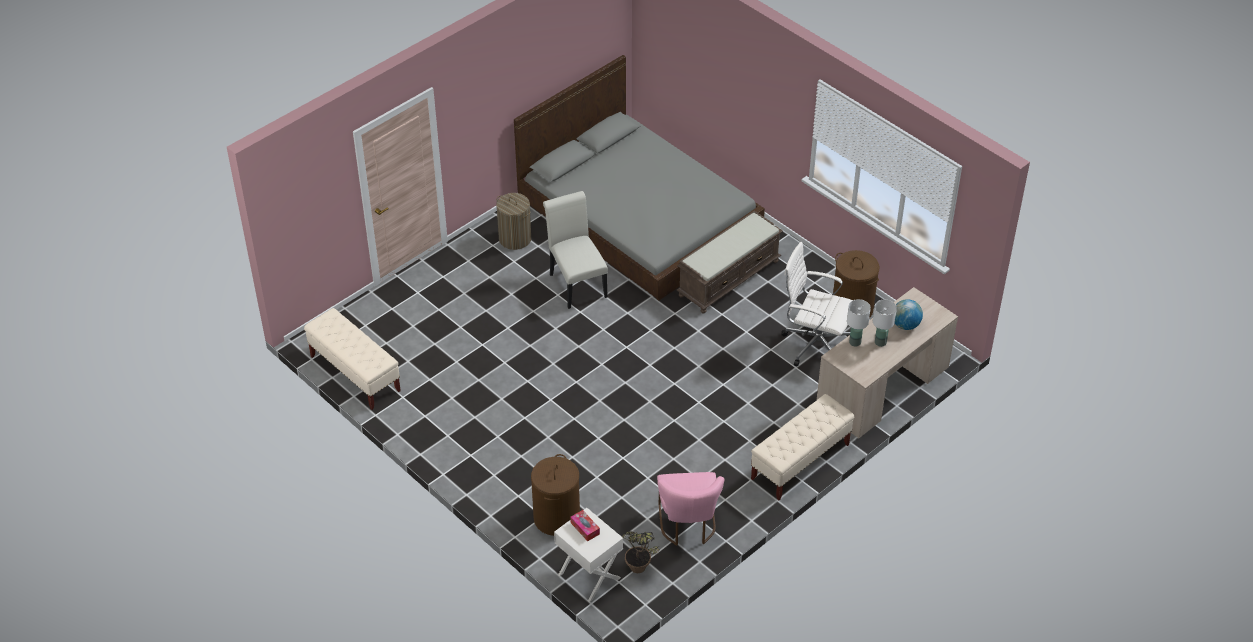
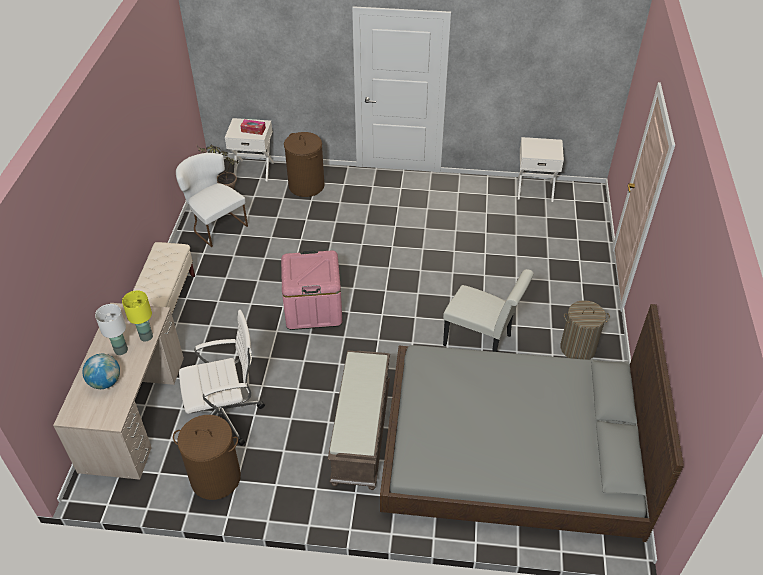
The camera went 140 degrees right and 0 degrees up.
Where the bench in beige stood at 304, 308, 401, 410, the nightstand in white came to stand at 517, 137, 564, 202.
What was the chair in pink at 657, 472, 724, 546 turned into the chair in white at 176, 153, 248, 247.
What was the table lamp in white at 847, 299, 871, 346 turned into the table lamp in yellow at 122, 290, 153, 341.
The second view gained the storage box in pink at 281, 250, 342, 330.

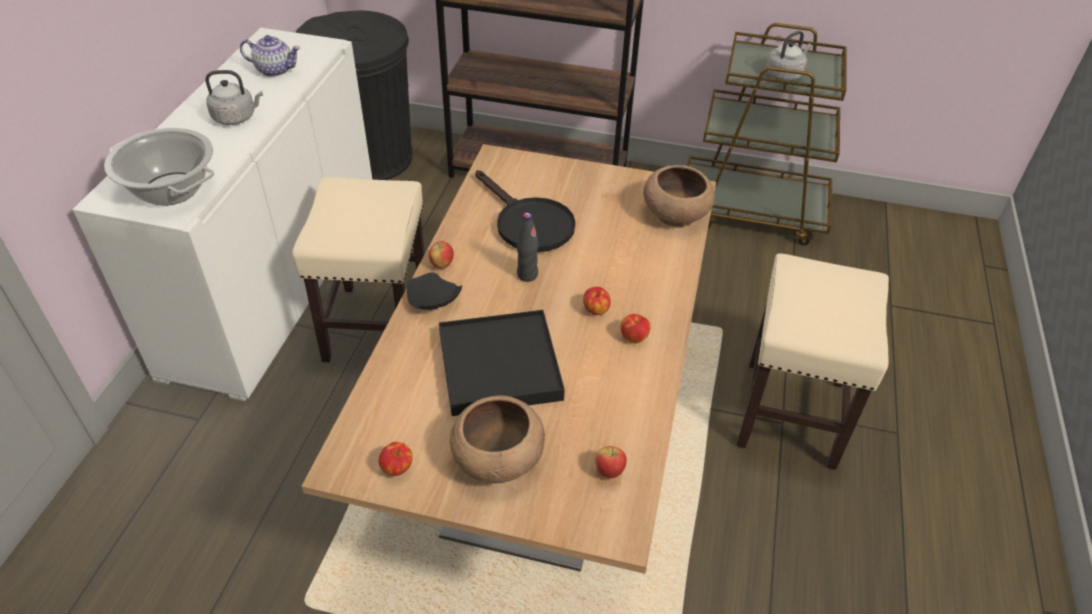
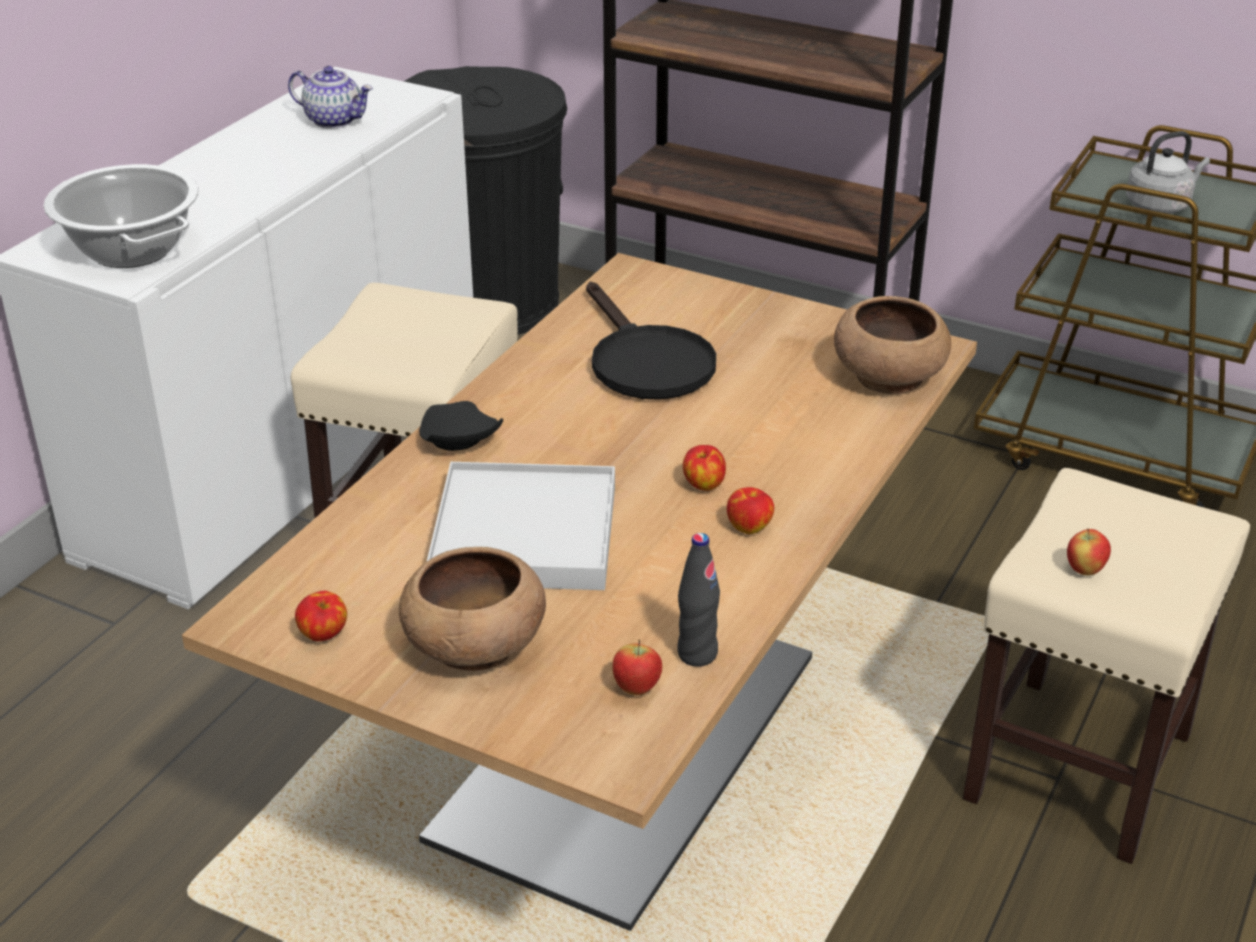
The camera went 15 degrees right and 10 degrees down.
The second view lost the kettle in grey at 205, 70, 263, 125.
The apple ended up elsewhere, having gone from 429, 241, 454, 269 to 1067, 529, 1111, 575.
What was the tray in black at 439, 310, 565, 416 turned into the tray in white at 427, 462, 615, 590.
The bottle in black ended up elsewhere, having gone from 517, 213, 539, 282 to 677, 533, 720, 667.

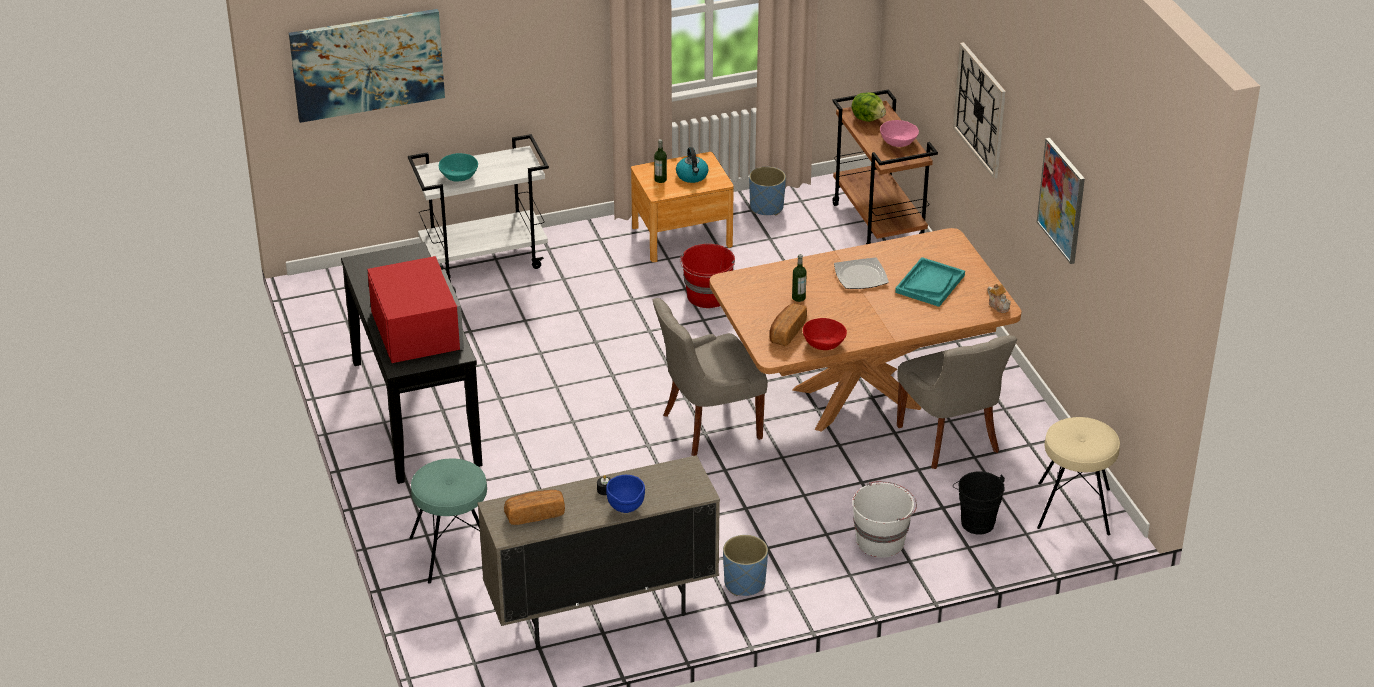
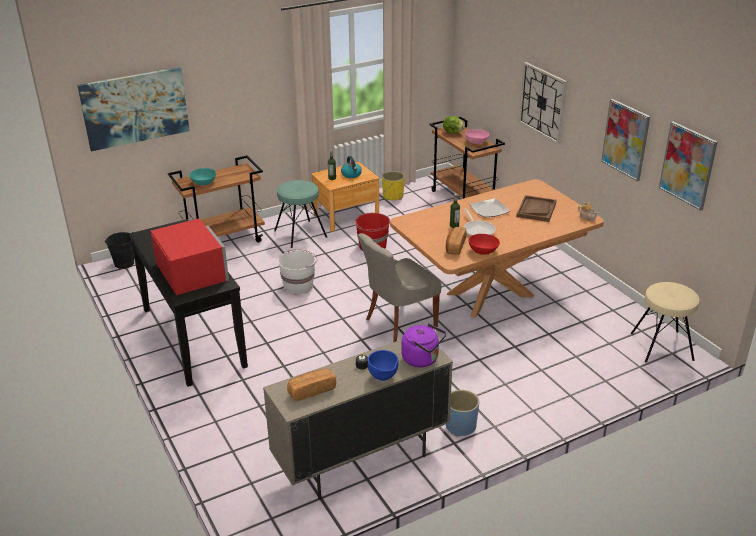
The camera went 10 degrees left and 5 degrees down.
What was the cart in white at 408, 134, 549, 282 turned into the cart in brown at 168, 155, 265, 243.
The stool in turquoise ended up elsewhere, having gone from 410, 458, 487, 584 to 274, 180, 327, 248.
What was the planter in blue at 749, 167, 786, 215 turned into the planter in yellow at 382, 171, 405, 200.
The bucket in white ended up elsewhere, having gone from 852, 481, 917, 558 to 278, 250, 317, 294.
What was the tray in turquoise at 895, 257, 965, 307 turned into the tray in brown at 517, 195, 557, 222.
The second view lost the chair in grey at 897, 335, 1017, 469.
The bucket in black ended up elsewhere, having gone from 953, 471, 1005, 535 to 105, 232, 134, 269.
The second view gained the kettle in purple at 401, 323, 446, 367.
The second view gained the frying pan at 464, 208, 496, 236.
The second view gained the picture at 659, 122, 718, 211.

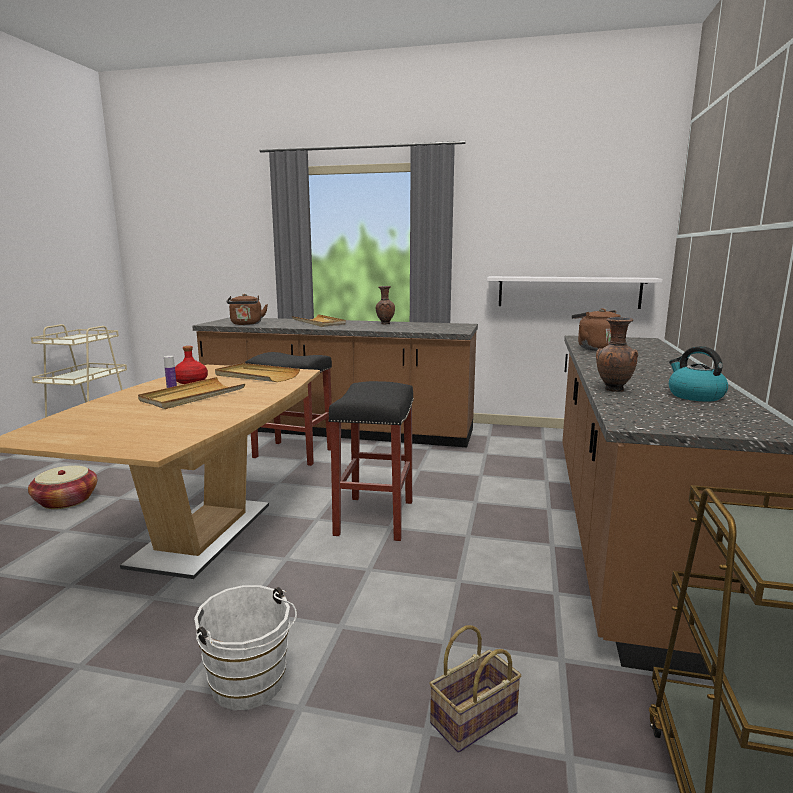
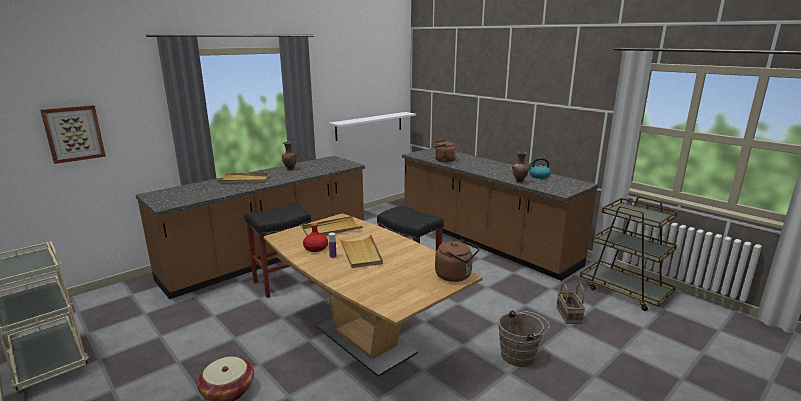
The camera went 55 degrees left and 5 degrees up.
What was the bucket in white at 194, 585, 297, 710 turned into the bucket in brown at 498, 310, 549, 367.
The kettle in brown ended up elsewhere, having gone from 227, 294, 268, 325 to 435, 239, 480, 282.
The second view gained the picture at 40, 105, 106, 164.

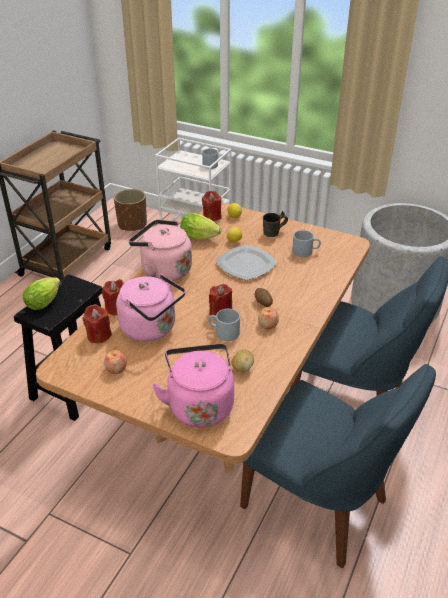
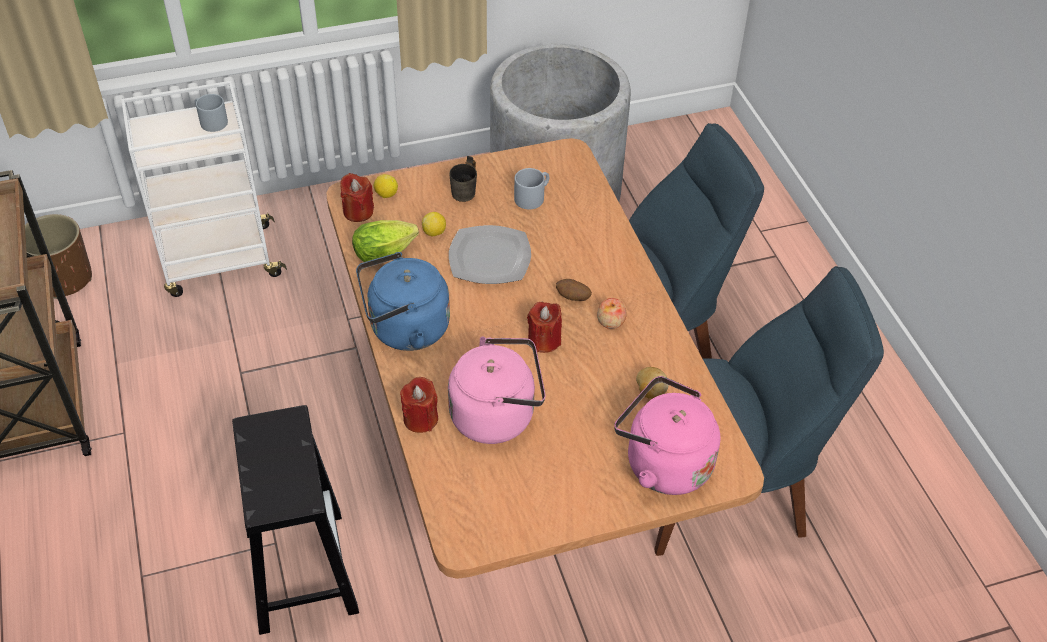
The camera went 45 degrees left and 10 degrees up.
The second view lost the lettuce at 23, 278, 60, 310.
The second view lost the candle in red at 83, 304, 112, 343.
The second view lost the apple at 104, 350, 127, 374.
What was the kettle in pink at 129, 220, 192, 281 turned into the kettle in blue at 356, 252, 450, 351.
The second view lost the mug in grey at 208, 309, 240, 341.

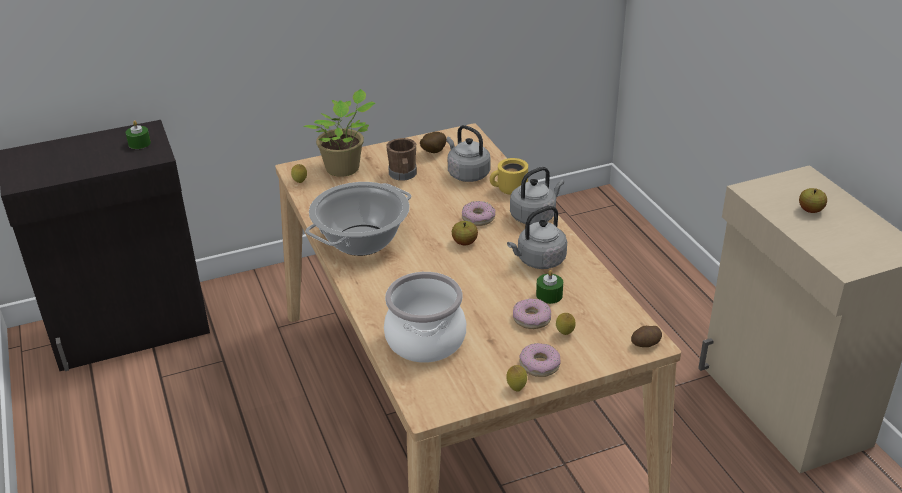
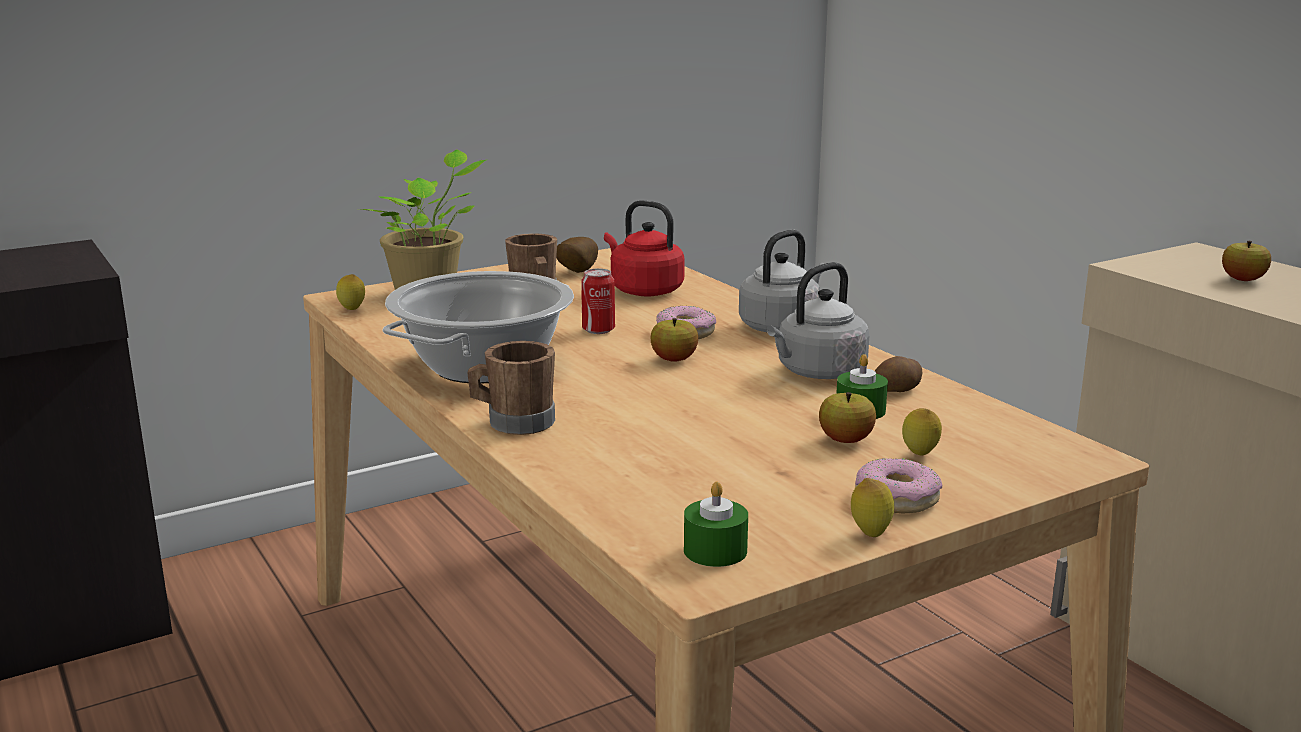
The camera went 10 degrees left and 15 degrees down.
The candle in green ended up elsewhere, having gone from 126, 120, 151, 149 to 684, 481, 748, 567.
The second view lost the cooking pot at 384, 272, 466, 363.
What was the kettle in grey at 446, 125, 490, 182 turned into the kettle in red at 604, 200, 685, 297.
The second view lost the mug in yellow at 490, 158, 528, 195.
Where the donut stood at 513, 298, 551, 329, the apple came to stand at 819, 392, 876, 443.
The potato ended up elsewhere, having gone from 631, 326, 662, 347 to 875, 356, 922, 392.
The second view gained the mug in brown at 467, 341, 555, 435.
The second view gained the can at 581, 268, 615, 334.

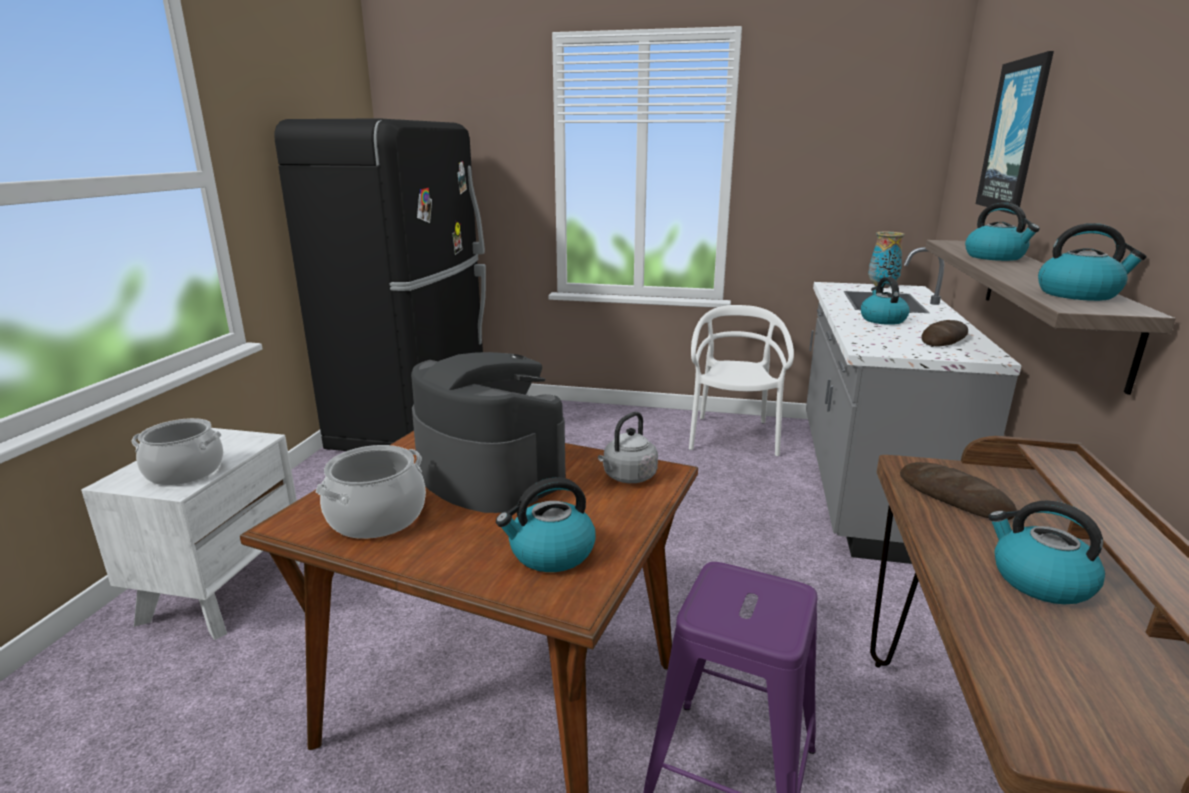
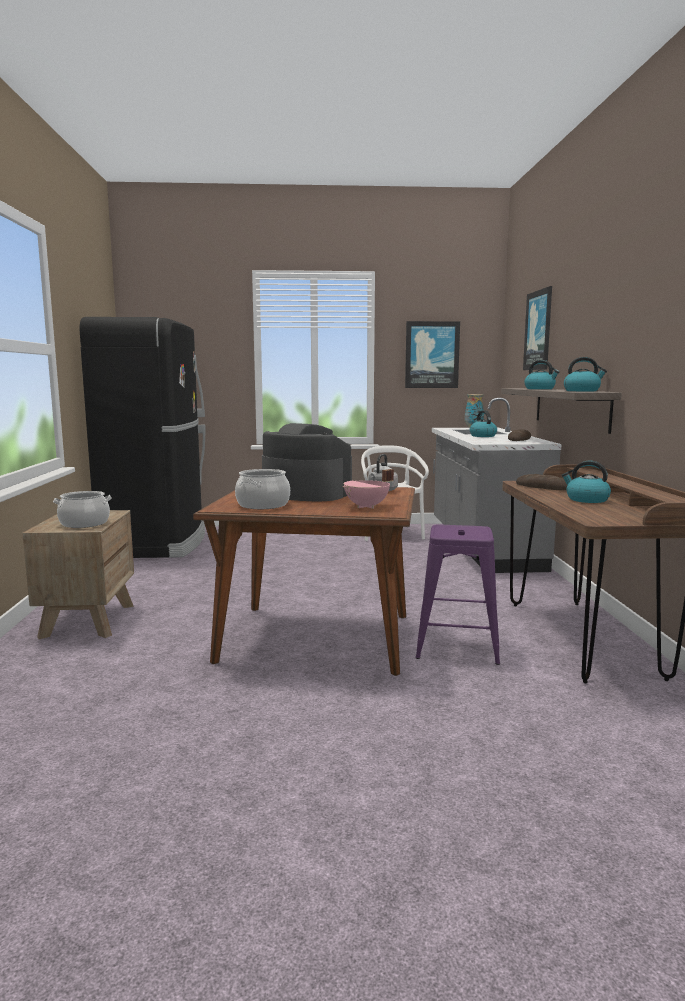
The camera went 15 degrees left and 10 degrees down.
What was the nightstand in white at 81, 428, 300, 640 turned into the nightstand in brown at 22, 510, 134, 639.
Where the kettle stood at 496, 477, 595, 572, the cooking pot in pink came to stand at 343, 469, 394, 509.
The second view gained the picture at 405, 321, 460, 388.

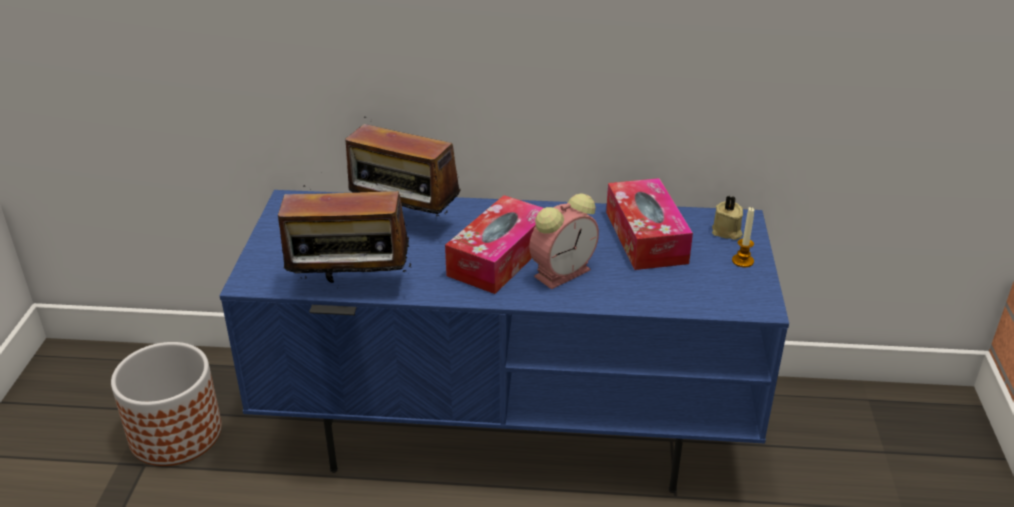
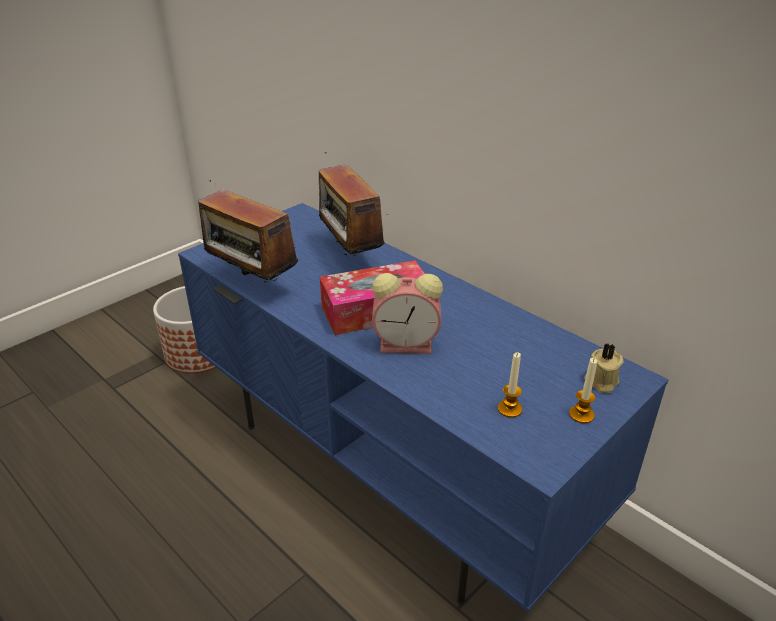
The camera went 40 degrees right and 0 degrees up.
The second view lost the tissue box at 606, 178, 693, 270.
The second view gained the candle at 498, 352, 522, 418.

